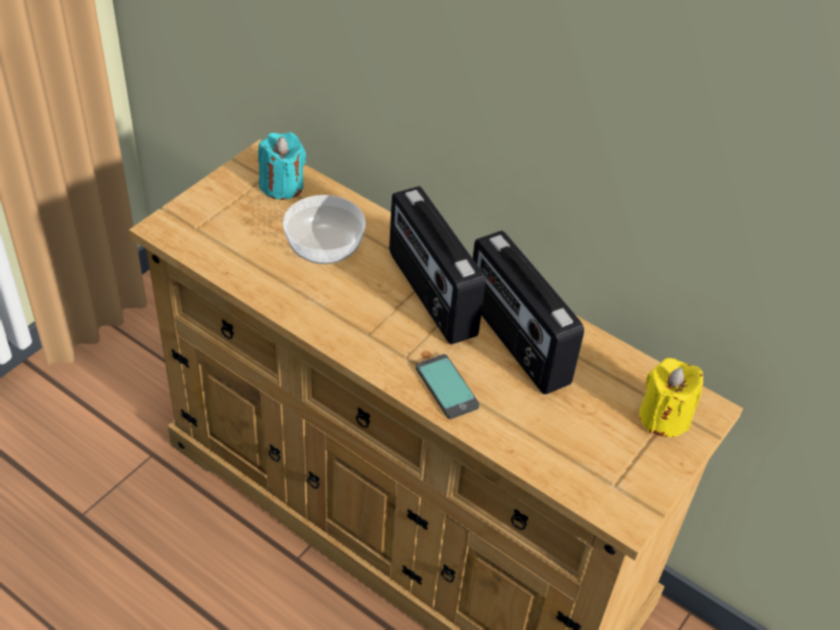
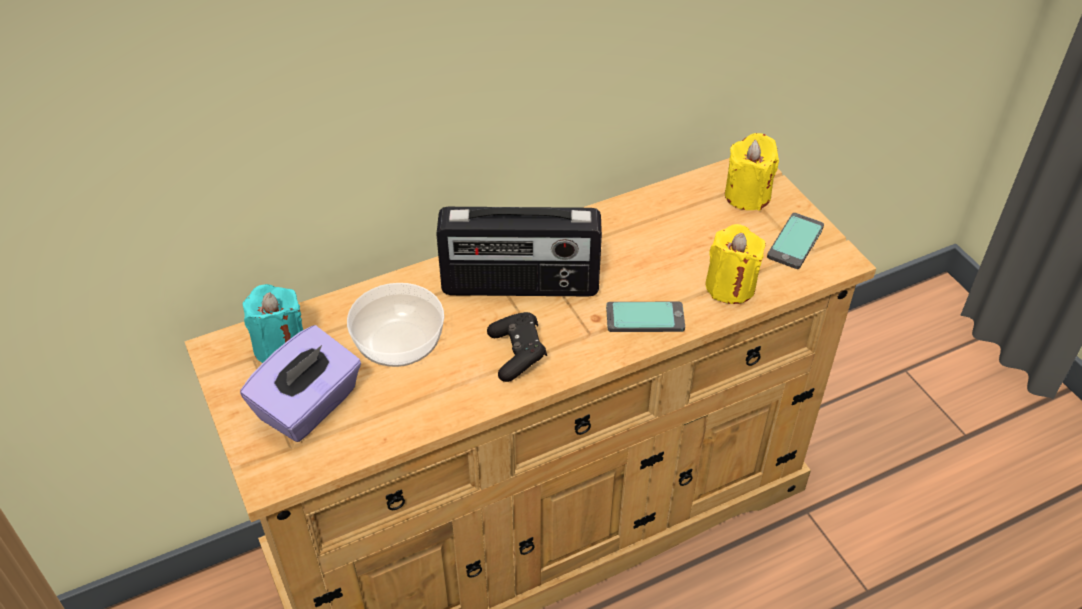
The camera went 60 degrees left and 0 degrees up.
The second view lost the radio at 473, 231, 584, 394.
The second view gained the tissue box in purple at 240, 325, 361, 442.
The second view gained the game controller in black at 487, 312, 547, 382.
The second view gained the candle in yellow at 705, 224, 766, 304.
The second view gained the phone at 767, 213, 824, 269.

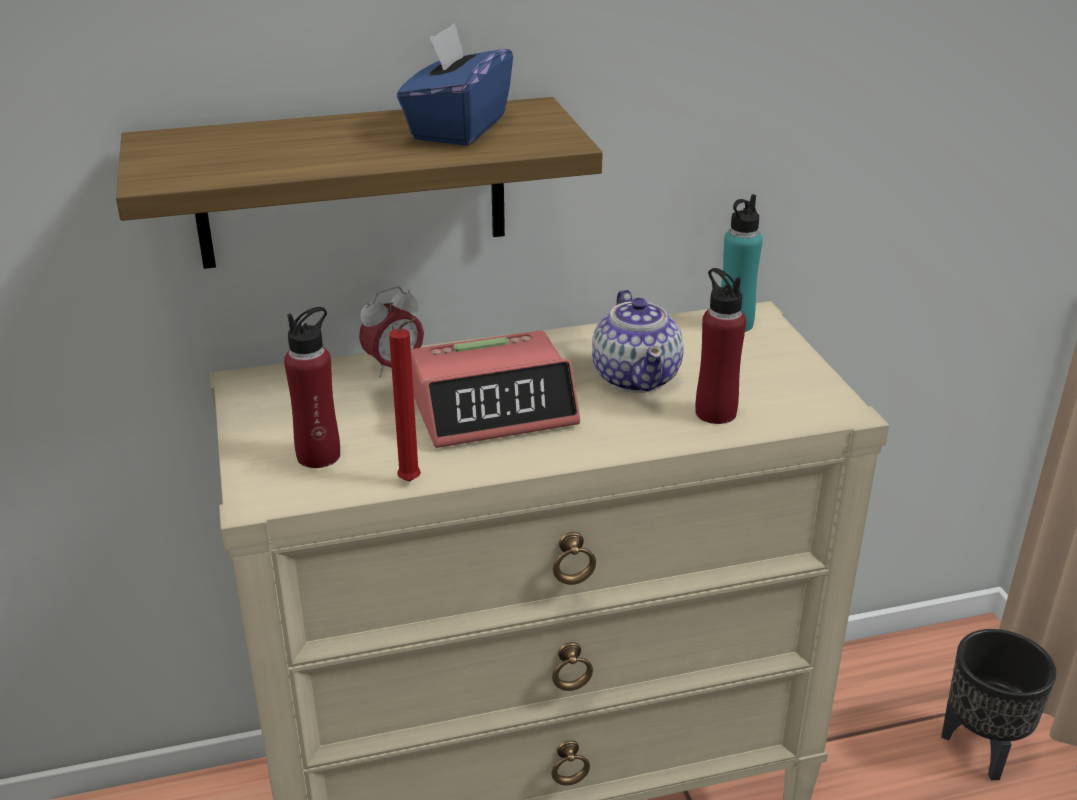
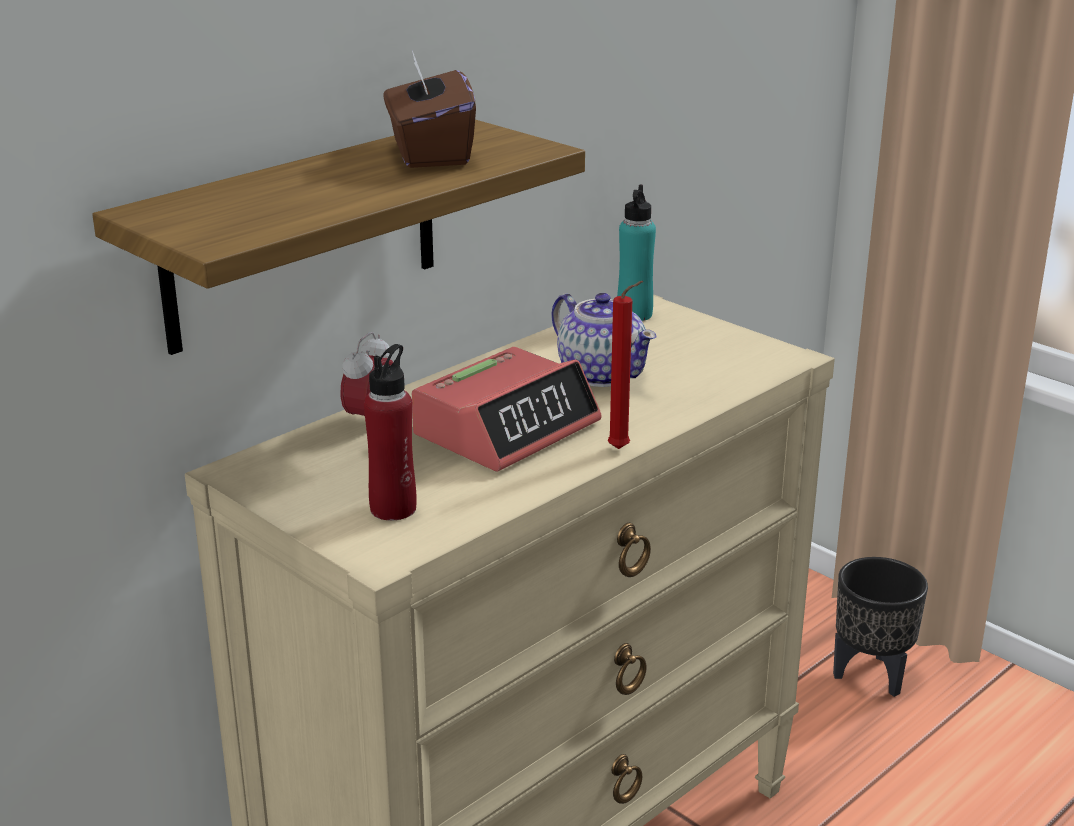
The camera went 30 degrees left and 5 degrees down.
The candle in red ended up elsewhere, having gone from 389, 319, 421, 482 to 608, 281, 643, 449.
What was the tissue box in blue at 397, 23, 513, 146 turned into the tissue box in brown at 383, 50, 476, 168.
The second view lost the bottle in red at 695, 268, 746, 424.

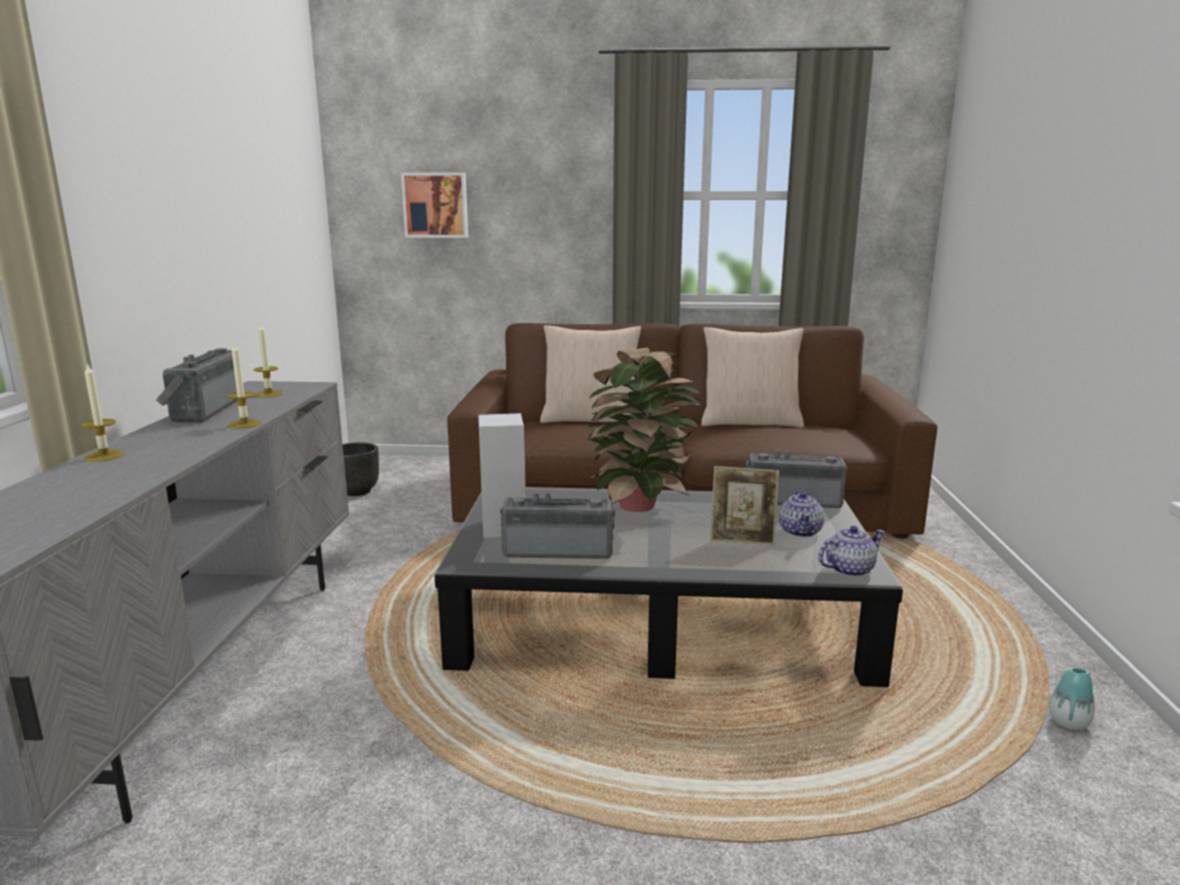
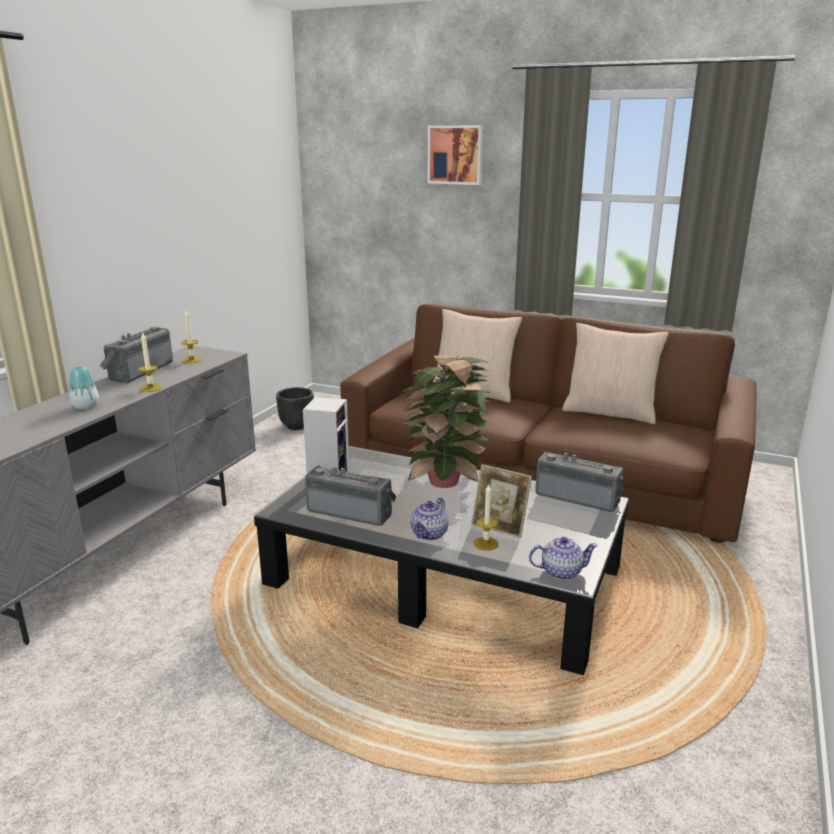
The camera went 20 degrees right and 5 degrees up.
The candle ended up elsewhere, having gone from 81, 363, 125, 462 to 474, 483, 499, 551.
The picture ended up elsewhere, having gone from 401, 172, 468, 238 to 428, 125, 483, 185.
The teapot ended up elsewhere, having gone from 779, 491, 824, 538 to 411, 498, 449, 541.
The vase ended up elsewhere, having gone from 1049, 667, 1095, 730 to 69, 367, 99, 409.

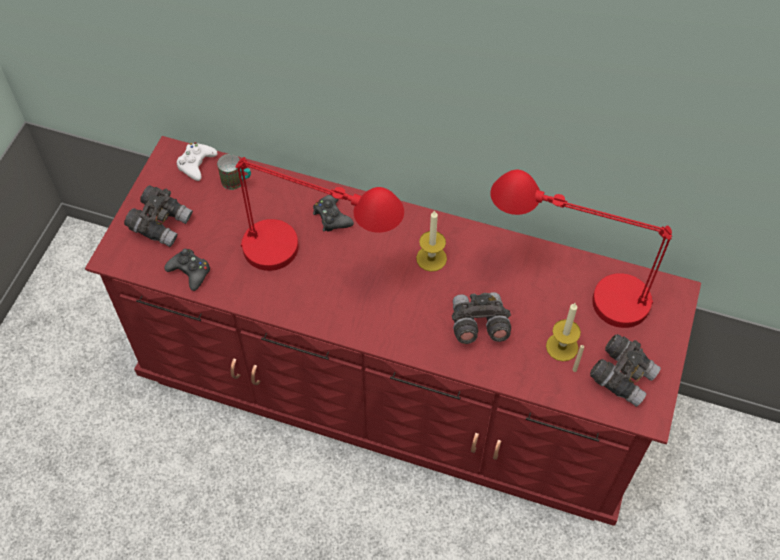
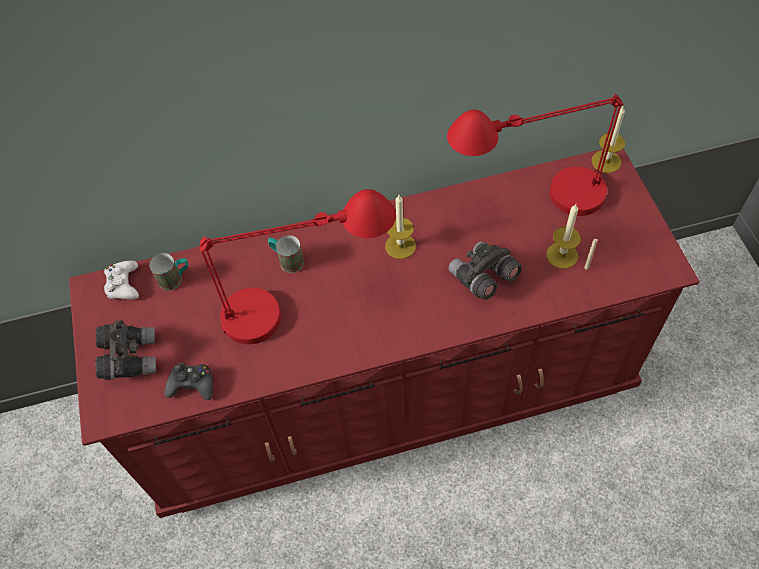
The camera went 30 degrees left and 0 degrees up.
Where the game controller in black stood at 313, 195, 354, 232, the mug came to stand at 268, 235, 304, 273.
The second view lost the binoculars in grey at 590, 334, 661, 407.
The second view gained the candle at 592, 106, 625, 173.

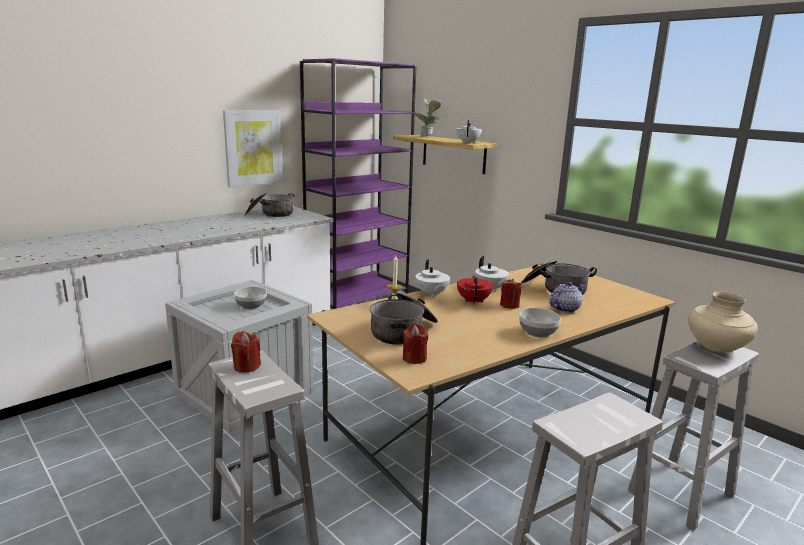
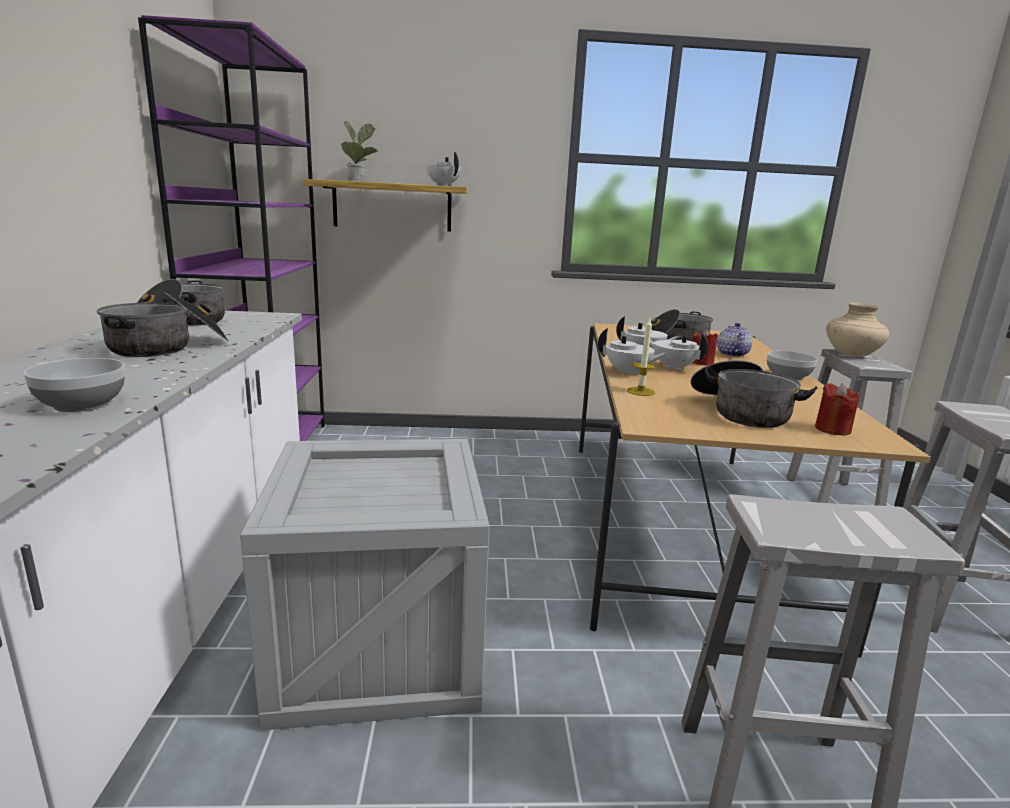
The camera went 50 degrees left and 0 degrees up.
The second view lost the picture at 223, 110, 282, 187.
The second view lost the candle in red at 231, 331, 261, 373.
The bowl ended up elsewhere, having gone from 234, 287, 267, 309 to 23, 358, 125, 412.
What was the teapot in red at 457, 275, 493, 304 turned into the teapot in white at 650, 333, 708, 371.
The second view gained the cooking pot at 97, 292, 228, 357.

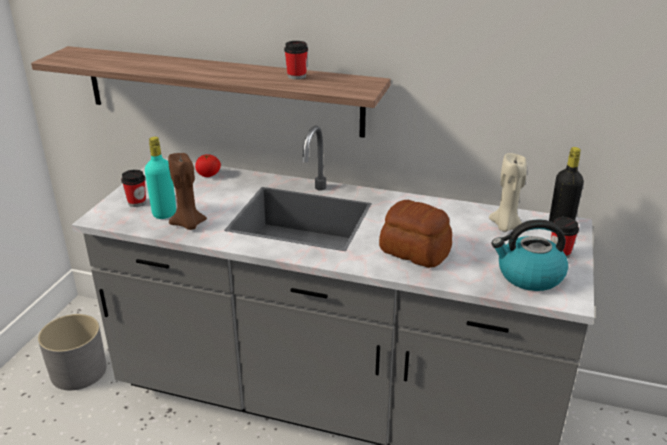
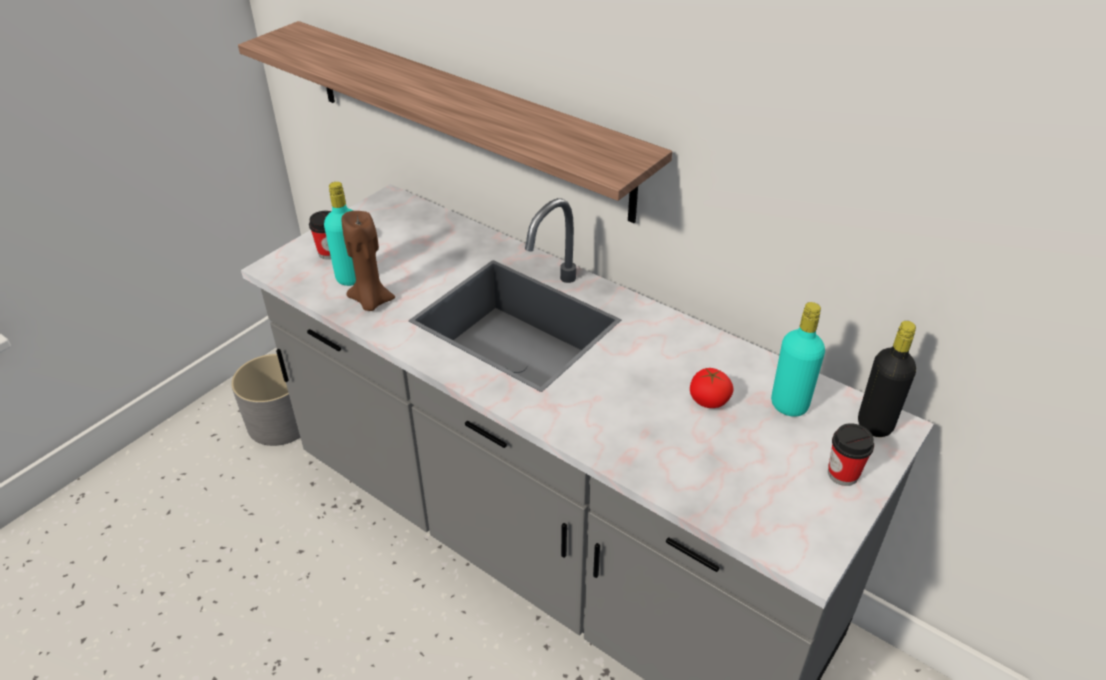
The camera went 20 degrees right and 10 degrees up.
The tomato ended up elsewhere, having gone from 195, 154, 221, 177 to 690, 368, 734, 408.
The second view lost the cup at 284, 41, 308, 80.
The second view lost the bread at 379, 200, 452, 268.
Where the candle in beige stood at 489, 153, 527, 232, the bottle in turquoise came to stand at 771, 302, 825, 417.
The second view lost the kettle at 492, 219, 568, 291.

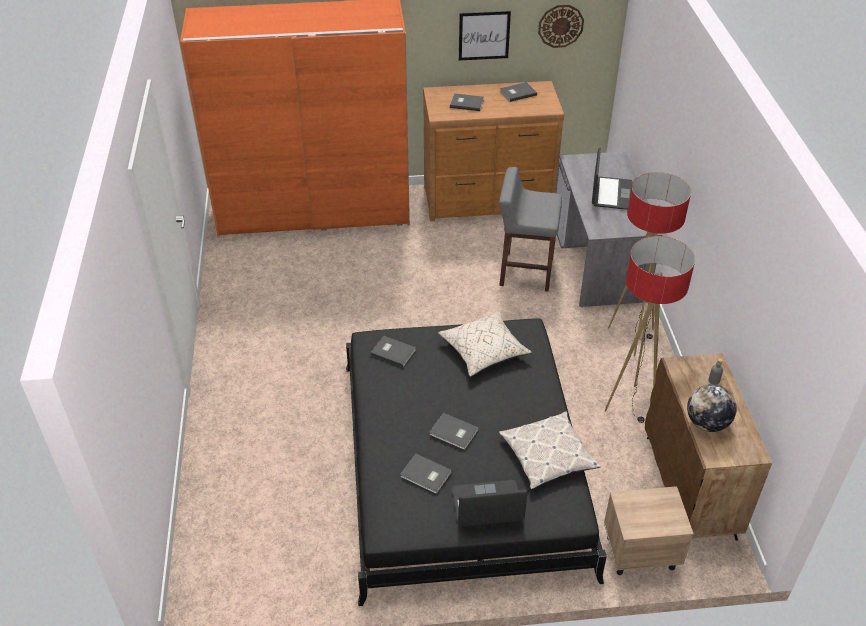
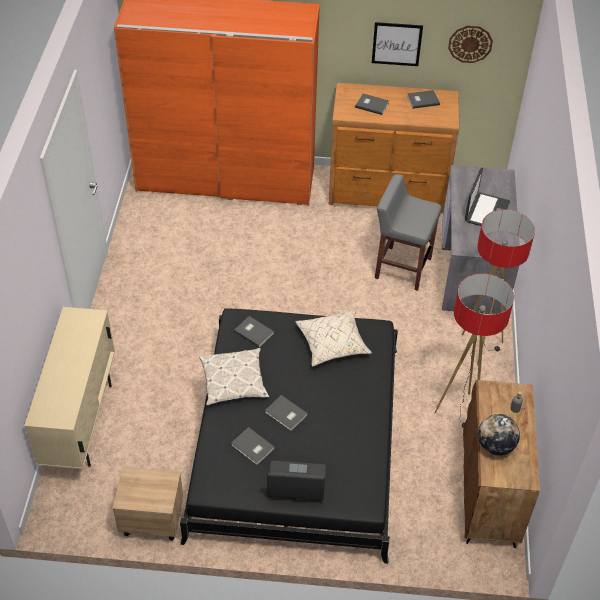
The camera went 10 degrees right and 5 degrees up.
The pillow ended up elsewhere, having gone from 499, 411, 601, 489 to 199, 348, 269, 405.
The nightstand in beige ended up elsewhere, having gone from 604, 486, 694, 575 to 113, 467, 183, 540.
The second view gained the cabinet in beige at 24, 307, 115, 469.

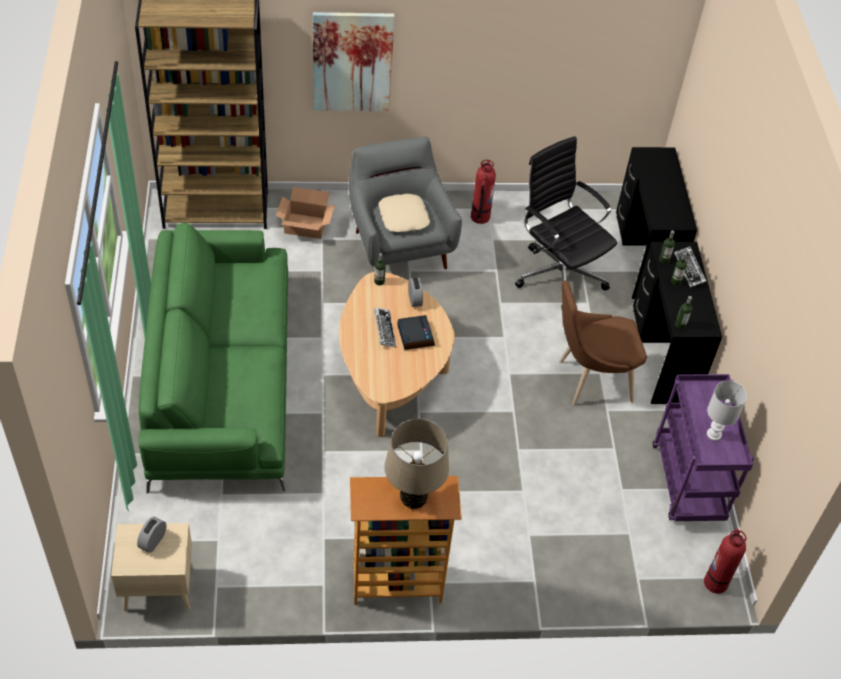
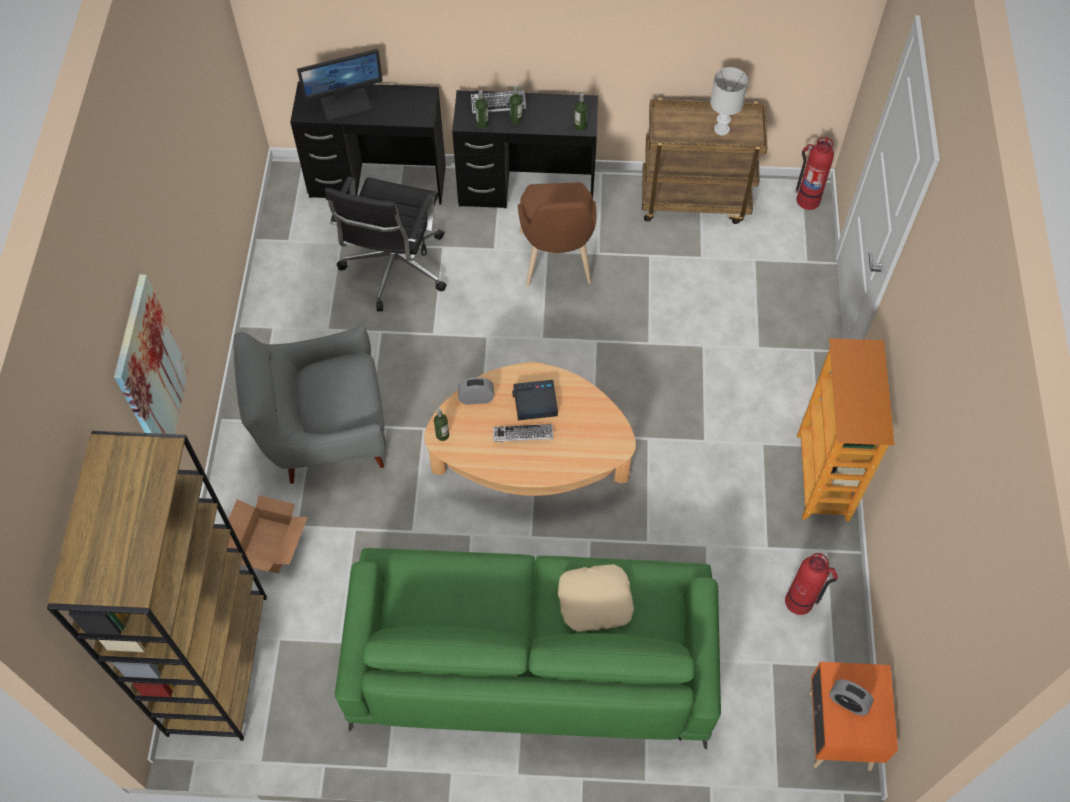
The camera went 80 degrees left and 10 degrees up.
What was the nightstand in beige at 111, 523, 193, 611 turned into the nightstand in orange at 809, 662, 898, 771.
The pillow in beige ended up elsewhere, having gone from 378, 194, 430, 232 to 558, 564, 634, 632.
The second view lost the table lamp in beige at 385, 419, 449, 509.
The fire extinguisher ended up elsewhere, having gone from 471, 160, 496, 224 to 785, 553, 838, 615.
The office chair in black at 515, 136, 617, 307 ended up facing another way, 45 degrees counterclockwise from before.
What was the cart in purple at 653, 374, 754, 521 turned into the cart in brown at 642, 98, 767, 224.
The second view gained the monitor at 297, 49, 383, 121.

